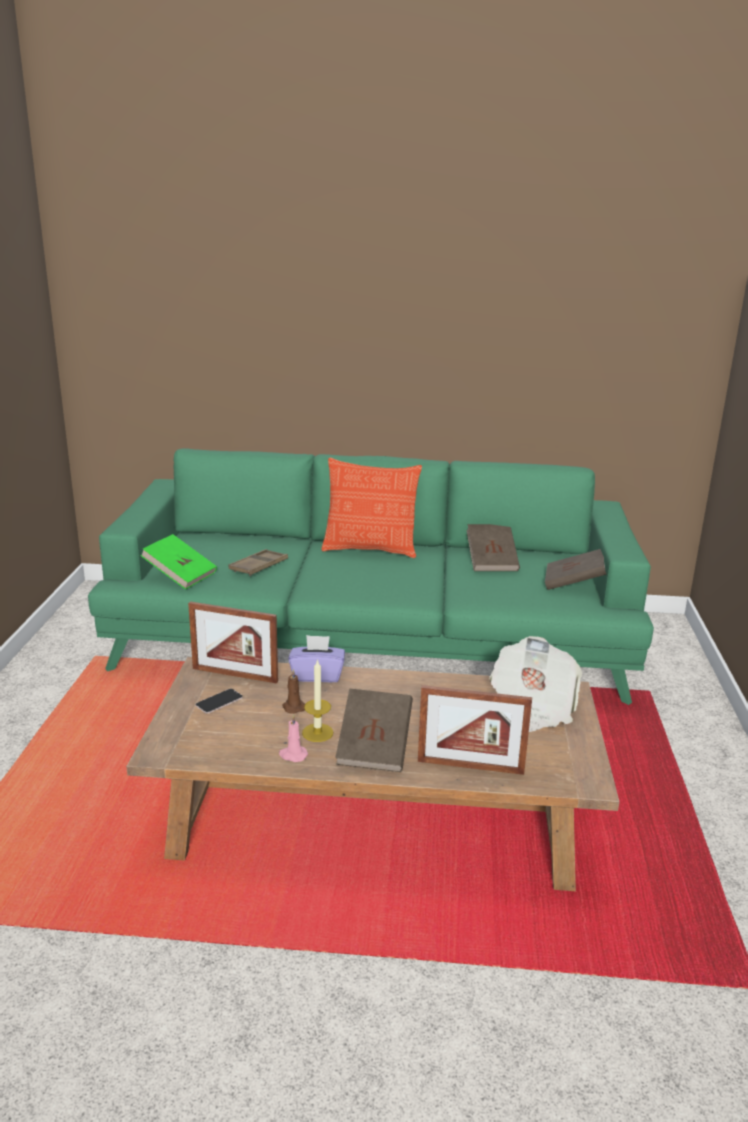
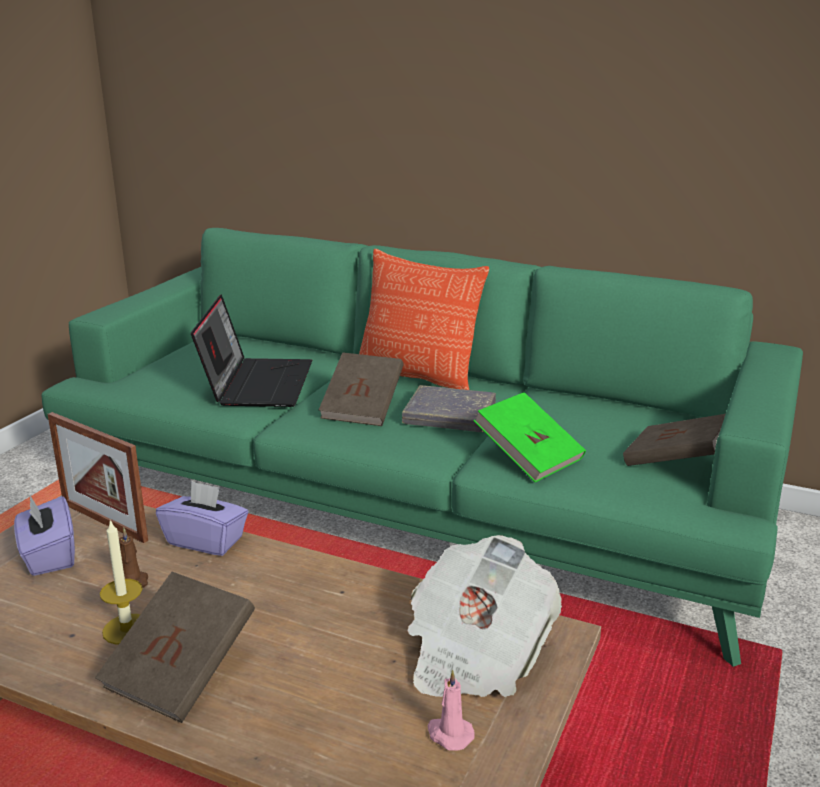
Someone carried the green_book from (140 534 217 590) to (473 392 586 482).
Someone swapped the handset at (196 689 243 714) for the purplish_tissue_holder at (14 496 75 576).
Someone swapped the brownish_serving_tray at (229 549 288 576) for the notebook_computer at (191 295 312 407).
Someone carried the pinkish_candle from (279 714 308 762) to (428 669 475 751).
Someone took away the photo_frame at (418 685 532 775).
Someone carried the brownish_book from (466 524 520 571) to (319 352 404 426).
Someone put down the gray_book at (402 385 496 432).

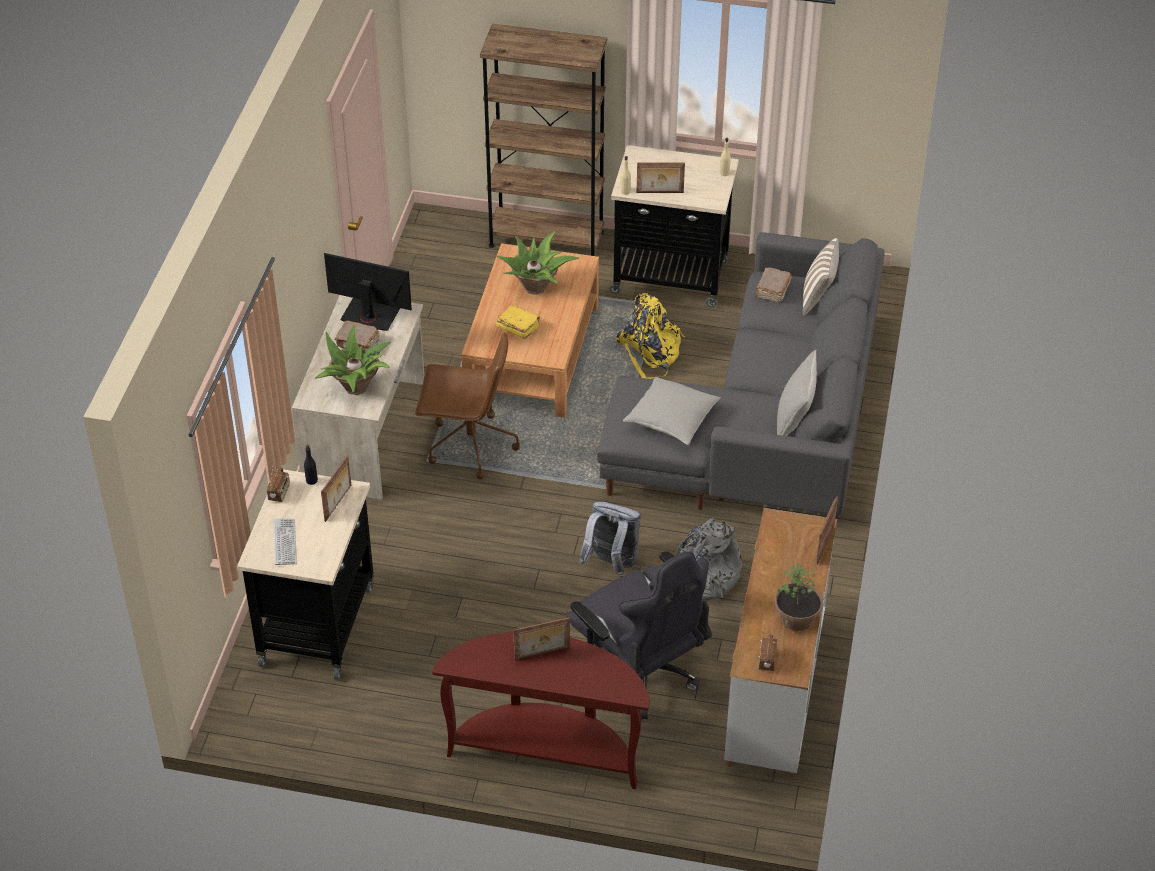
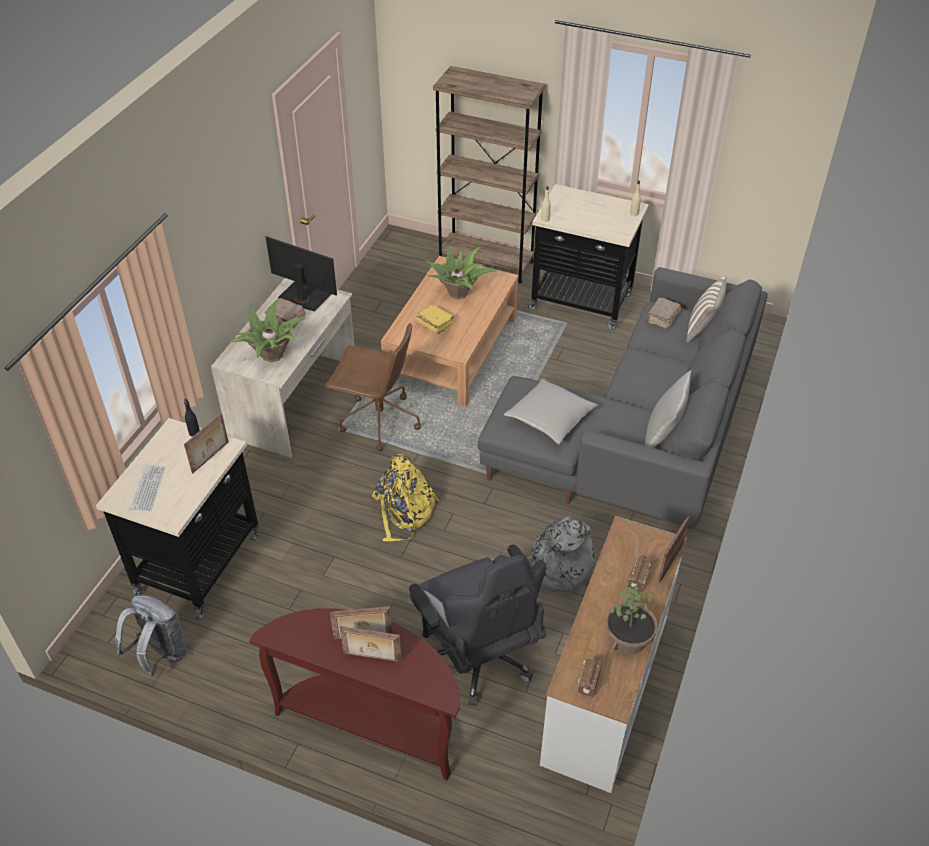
Someone carried the radio from (267 467 290 502) to (627 555 651 592).
Someone carried the gray_knapsack from (579 502 641 578) to (115 595 187 677).
Someone carried the yellow-coloured_knapsack from (615 293 685 379) to (371 454 439 541).
Someone carried the photo_frame from (636 162 685 193) to (340 626 402 663).

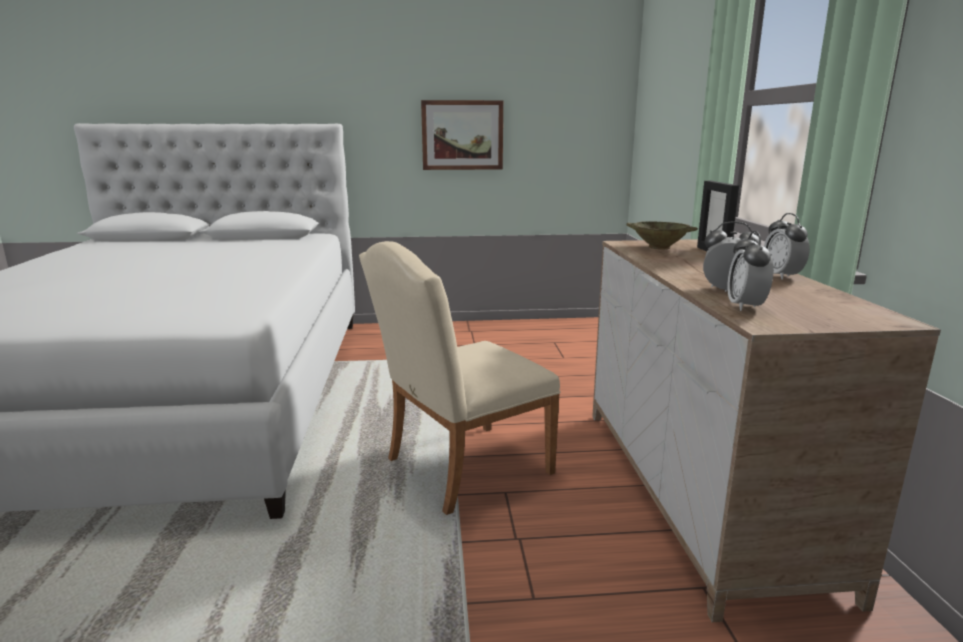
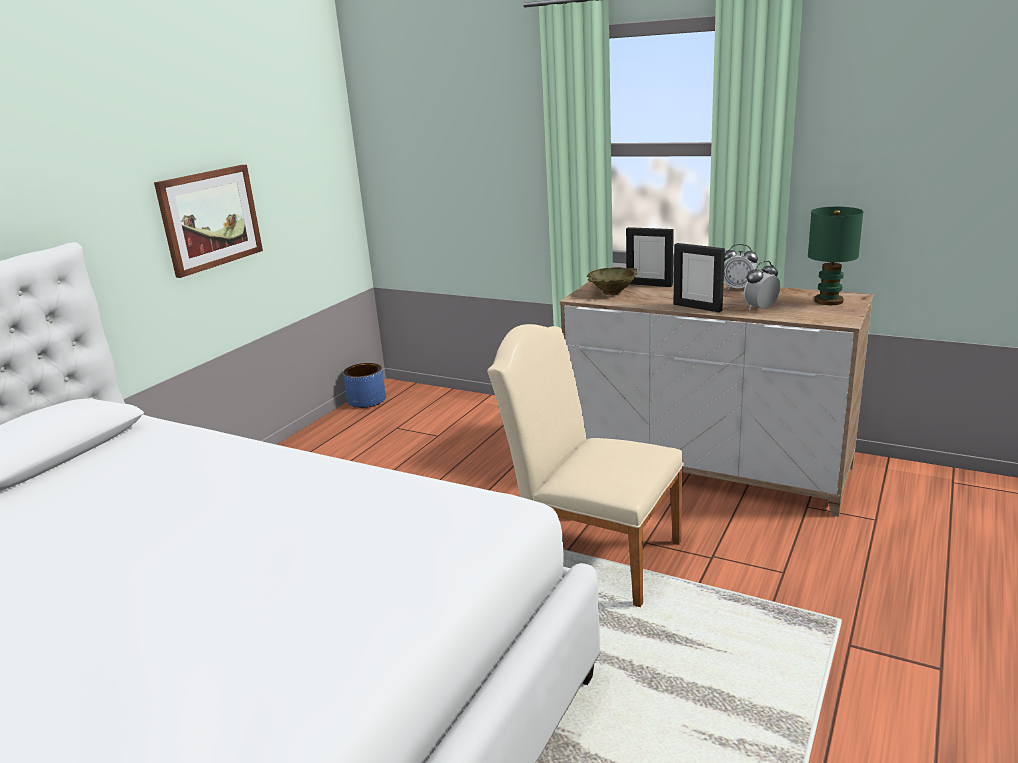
Someone rotated the beige_upright_chair at (359 241 561 515) by 120 degrees clockwise.
Someone took away the bedside_clock at (727 231 774 311).
Someone put down the blue_plant_pot at (343 363 386 408).
Someone put down the photo_frame at (673 243 725 312).
Someone put down the green_table_lamp at (808 207 863 305).

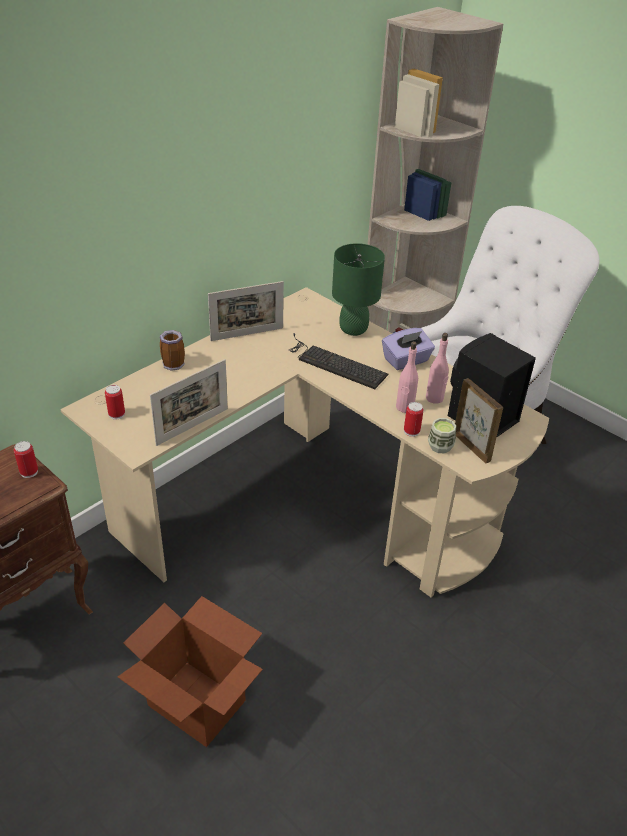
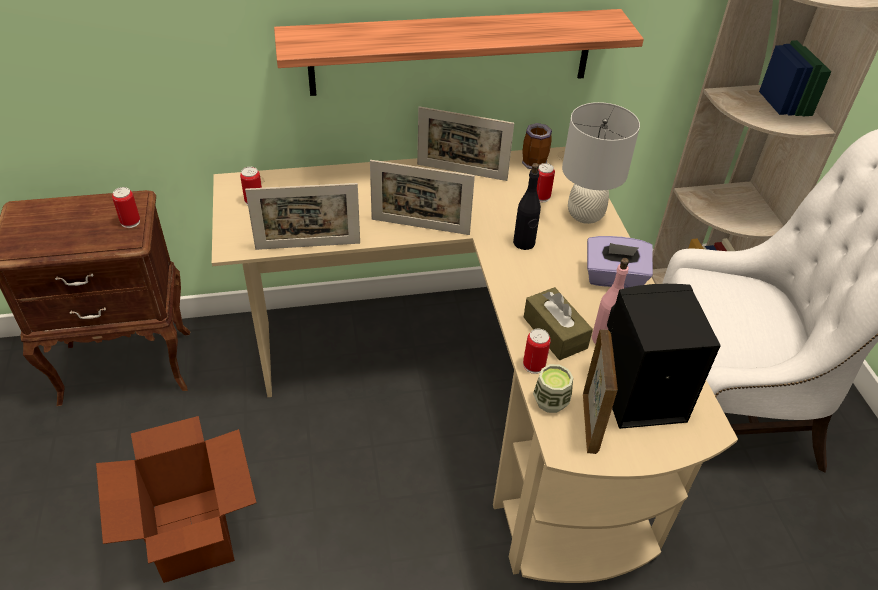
Someone carried the mug from (160 330 185 371) to (522 123 552 169).
Someone swapped the PC_keyboard at (288 333 388 389) for the black-coloured_beverage_bottle at (513 163 541 250).
Someone repainted the green_table_lamp at (332 243 385 336), which became the gray_table_lamp at (562 102 640 224).
Someone swapped the pinkish_beverage_bottle at (396 341 418 413) for the brownish_tissue_holder at (524 287 593 360).
Someone put up the bracket_shelf at (274 9 644 96).
Someone put down the photo_frame at (370 160 475 235).
Someone put down the metal_can at (537 163 555 202).

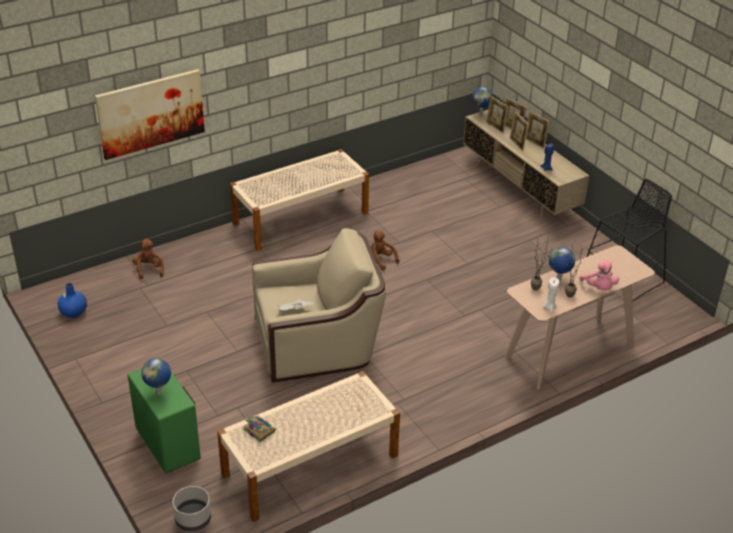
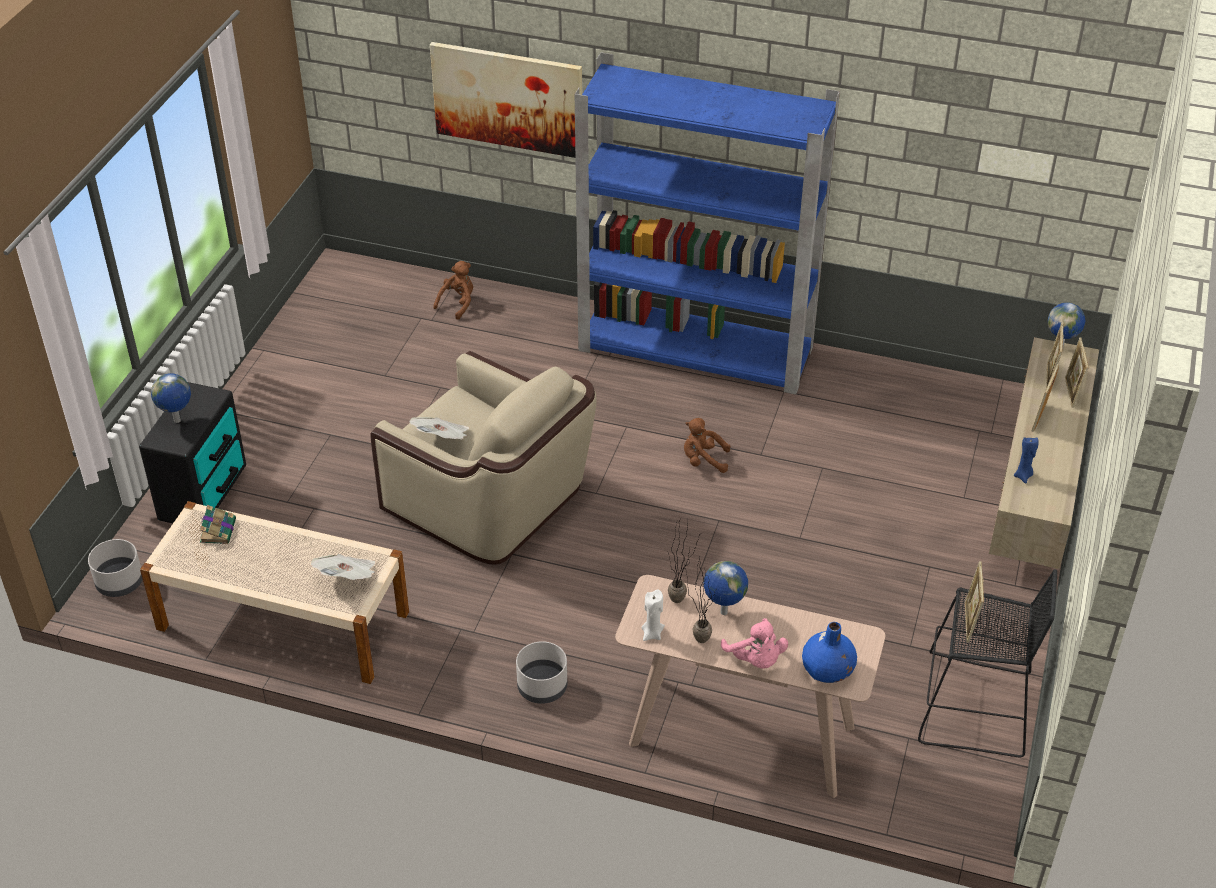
Someone carried the blue_decorative_vase from (58 283 87 318) to (802 622 857 683).
Someone repainted the green_bedside_table at (128 368 201 474), which became the black-coloured_bedside_table at (139 382 246 523).
Someone swapped the beige_long_seat at (230 149 369 251) for the blue_bookshelf at (575 52 840 395).
Someone rotated the brownish_cuddly_toy at (371 231 400 271) by 90 degrees counterclockwise.
Someone carried the photo_frame from (526 111 550 149) to (964 561 984 643).
Someone rotated the pinkish_cuddly_toy at (580 260 619 290) by 60 degrees counterclockwise.
Someone put down the daily_paper at (311 554 376 580).
Someone put down the gray_plant_pot at (516 641 567 704).

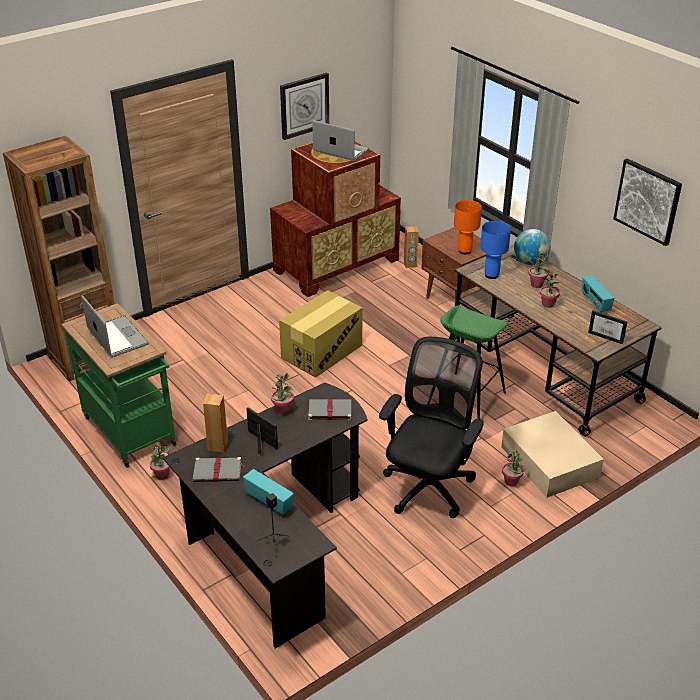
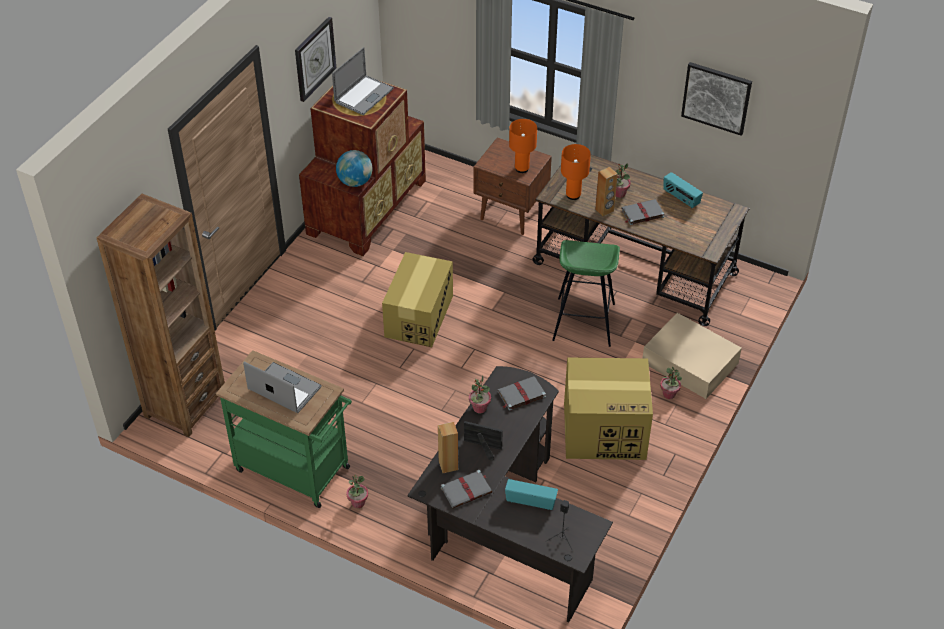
Someone rotated the notebook_computer at (312 120 370 161) by 120 degrees clockwise.
Someone swapped the black-coloured_desk_chair at (379 337 484 518) for the cardboard_box at (564 357 653 460).
Someone carried the brownish_speaker from (404 226 419 268) to (595 167 618 217).
Someone repainted the blue_table_lamp at (480 221 511 279), which became the orangey_table_lamp at (561 144 591 200).
Someone carried the desk_globe from (514 229 551 265) to (336 150 373 187).
Someone swapped the houseplant at (540 269 560 308) for the gray_book at (621 199 665 225).
Someone took away the photo_frame at (588 310 628 344).

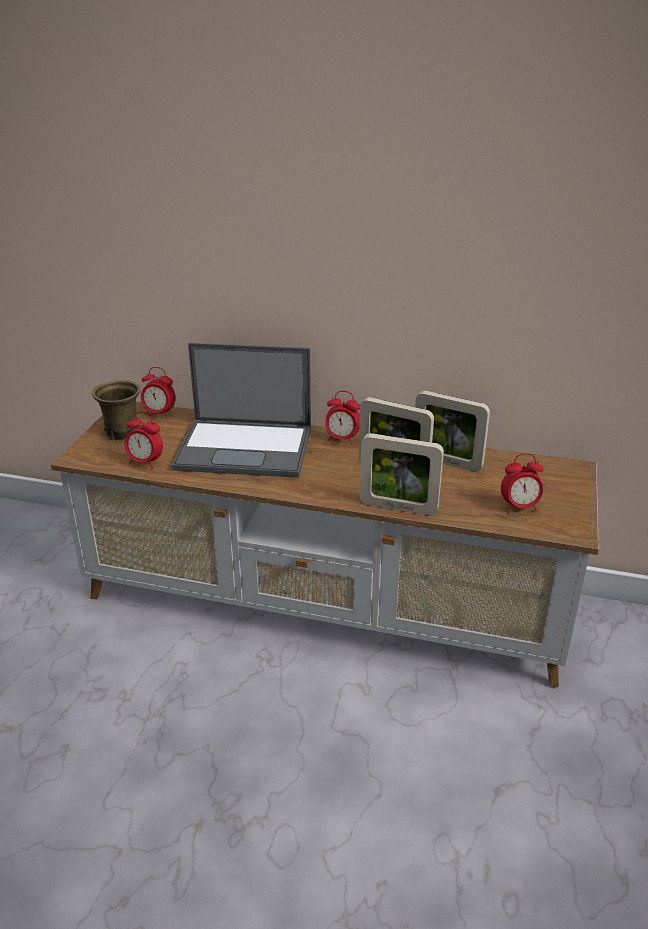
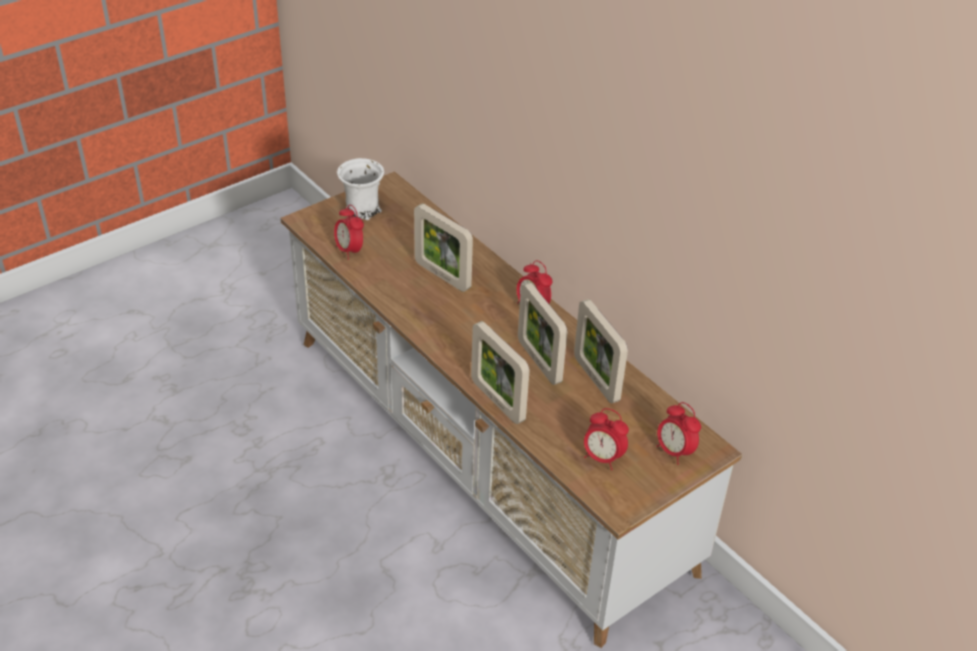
Someone repainted the brownish_mug at (92 380 140 440), which became the whitish_mug at (337 158 384 220).
Someone carried the bedside_clock from (141 367 176 419) to (657 402 701 465).
Someone swapped the notebook_computer at (172 343 311 478) for the photo_frame at (414 204 473 292).

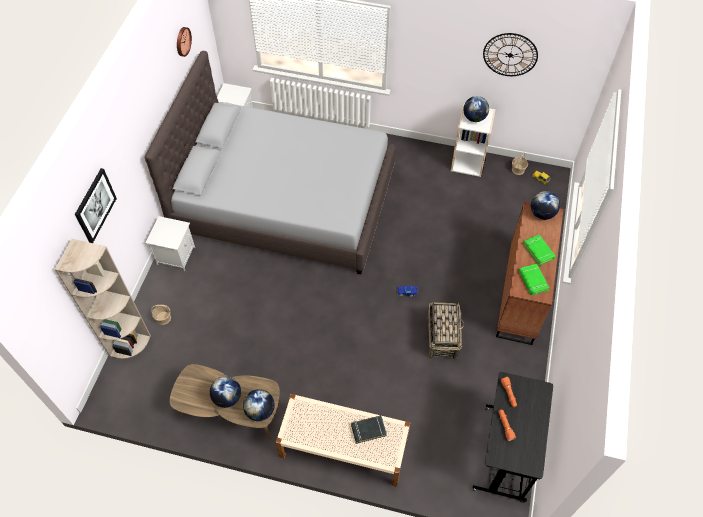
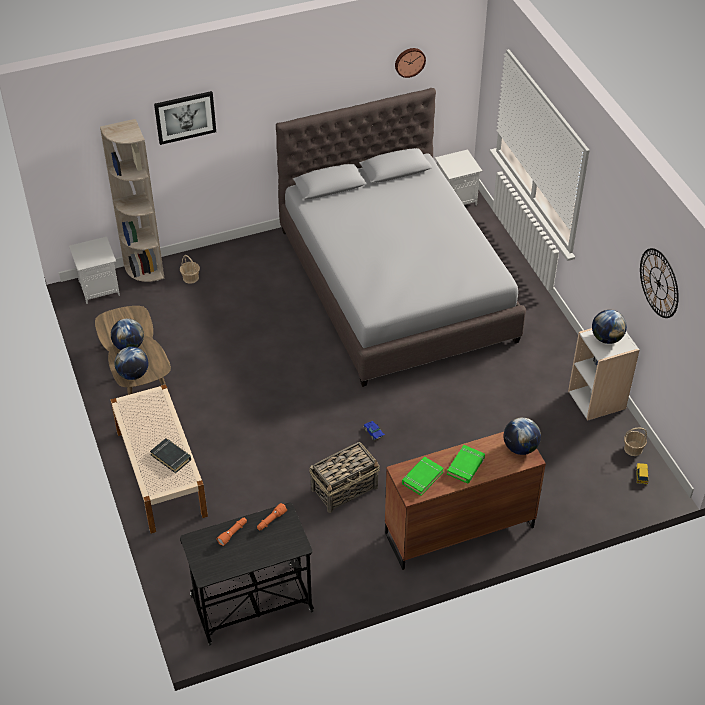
Someone carried the gray_bedside_table from (146 216 195 271) to (69 237 120 304).

